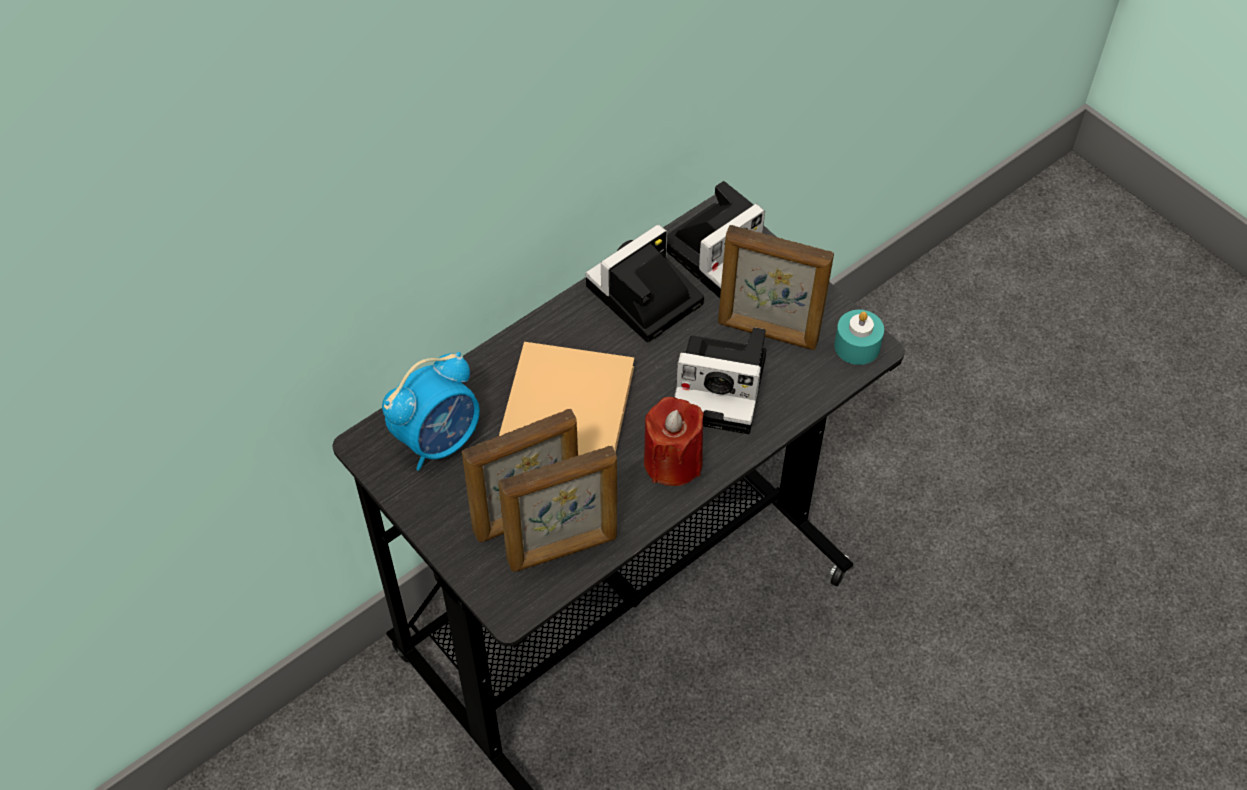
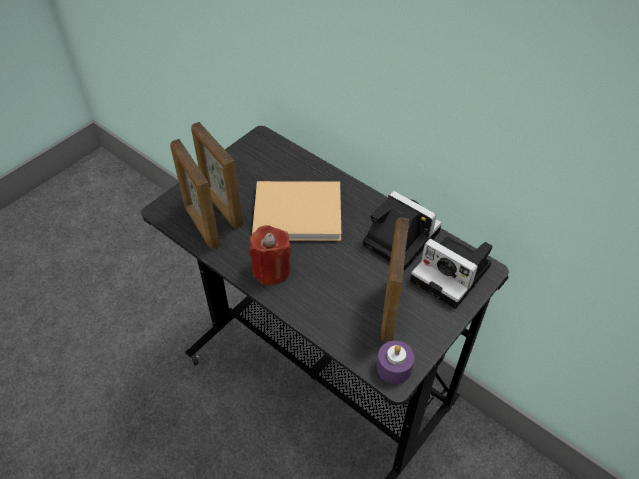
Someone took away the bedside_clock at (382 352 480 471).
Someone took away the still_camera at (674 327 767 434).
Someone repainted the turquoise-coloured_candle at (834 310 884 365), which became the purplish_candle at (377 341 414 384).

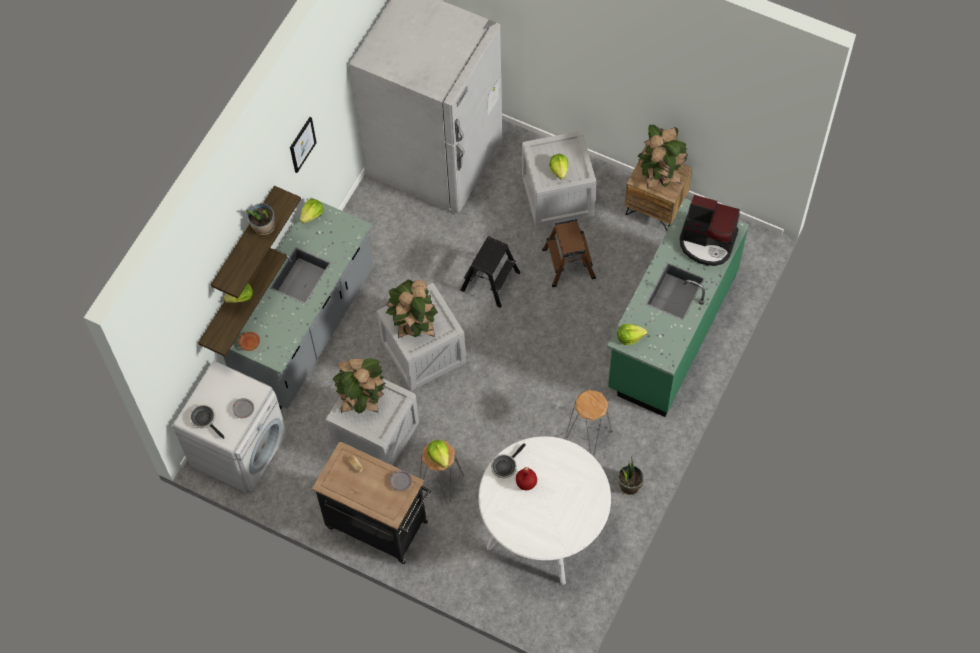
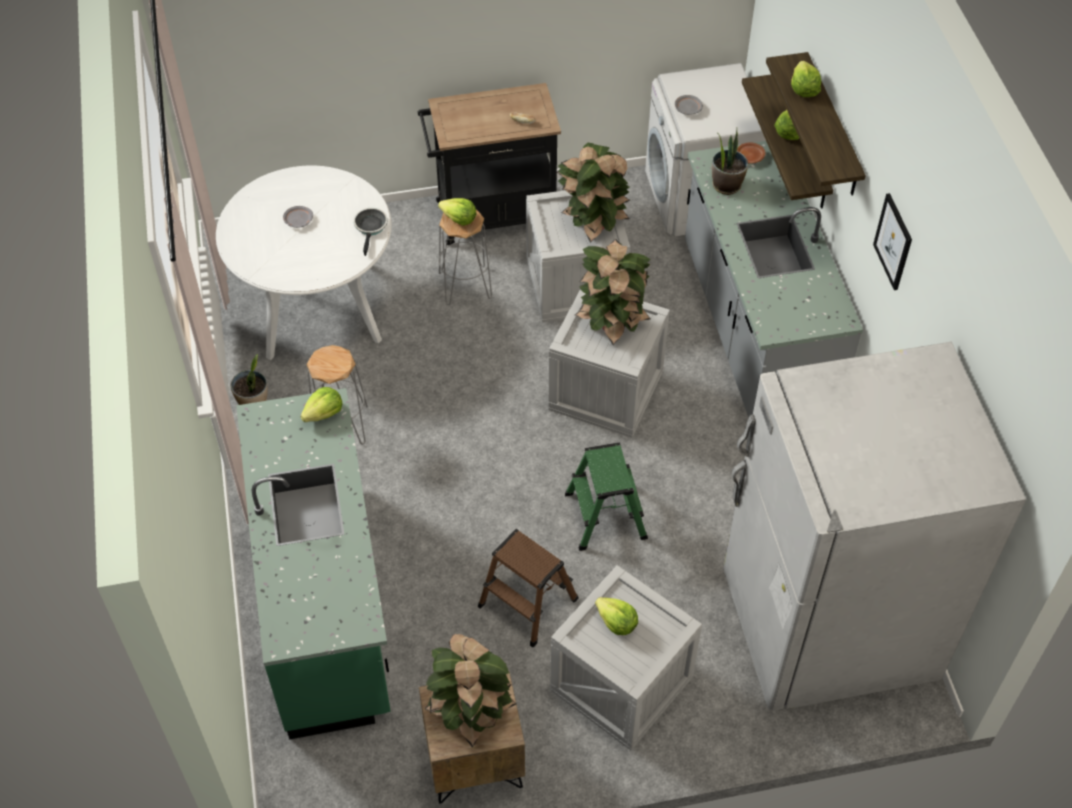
Someone took away the frying_pan at (190 405 224 439).
Someone carried the houseplant from (246 203 275 235) to (712 128 748 195).
Someone carried the lettuce_head from (300 199 323 224) to (791 61 821 97).
Someone carried the gray_dinner_plate from (389 471 412 491) to (283 206 313 228).
Someone repainted the black-coloured_stepladder at (460 236 520 308), which became the green_stepladder at (565 442 648 551).
Someone took away the red-coloured_beverage_bottle at (516 467 537 490).
Someone took away the coffee_machine at (680 195 740 266).

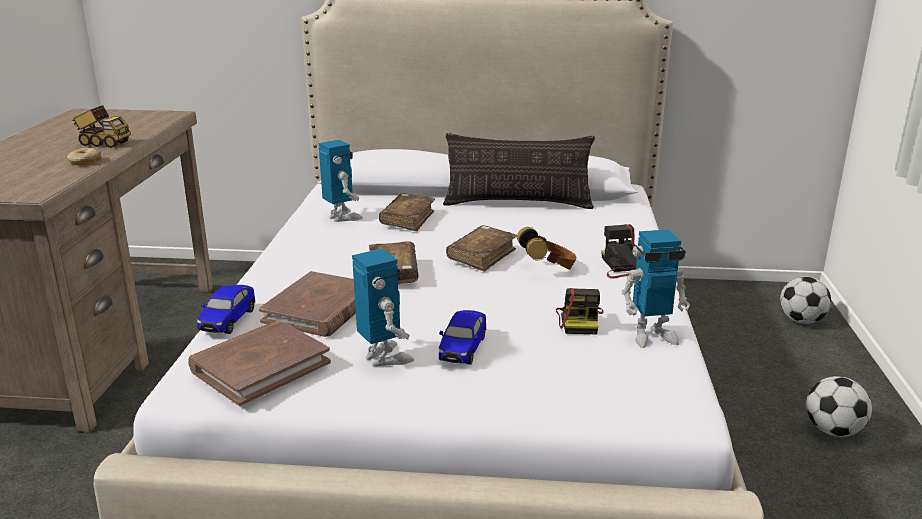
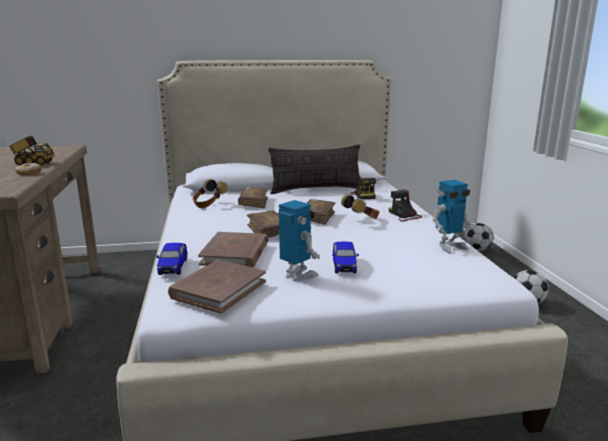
Someone swapped the model_robot at (318 140 363 222) for the headset at (193 179 228 208).
Someone carried the still_camera from (556 288 604 334) to (351 178 376 200).

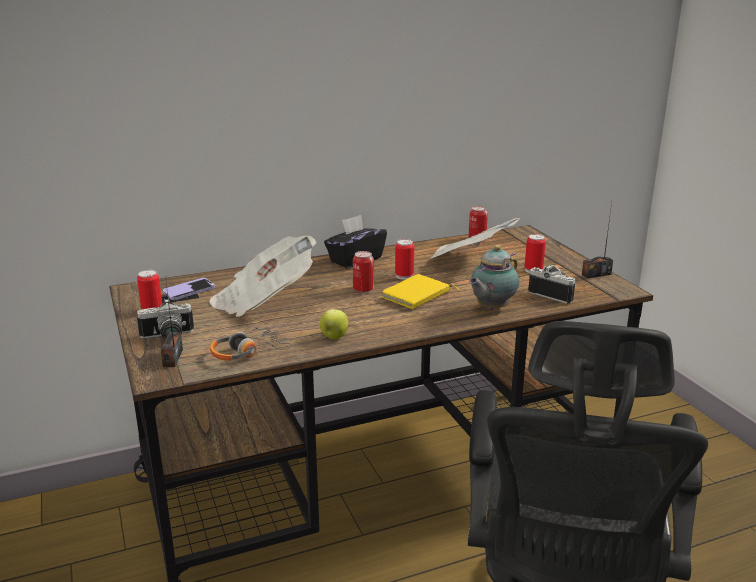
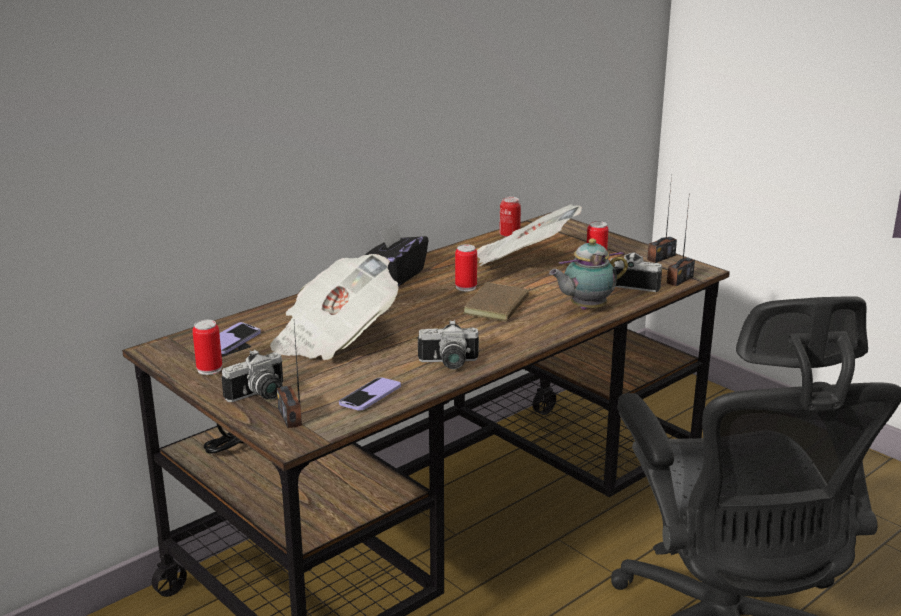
Someone swapped the headset at (210 326 292 361) for the handset at (339 377 401 411).
Someone swapped the apple_fruit at (320 309 349 339) for the still_camera at (418 320 479 369).
Someone took away the metal_can at (353 251 374 293).
Someone repainted the yellow-coloured_book at (382 274 460 309), which became the brownish_book at (463 282 543 322).
Someone rotated the tea_pot at (469 245 519 310) by 45 degrees clockwise.
Someone put down the radio at (667 201 695 286).

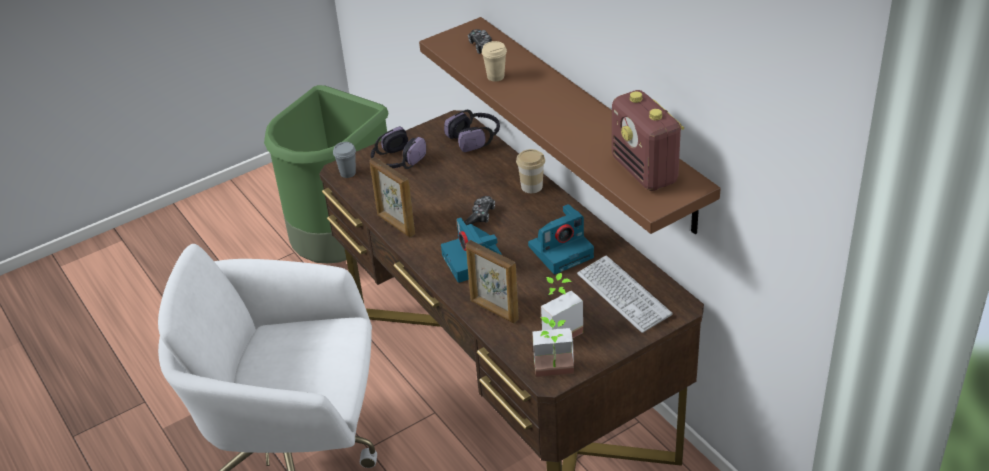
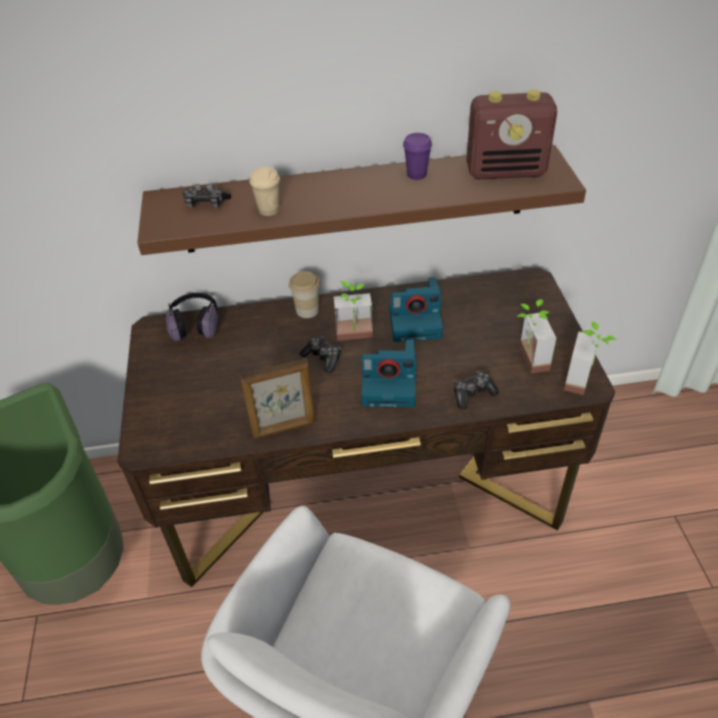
Someone took away the gray_drinking_cup at (333 142 356 178).
Someone took away the headset at (371 126 426 169).
Someone swapped the photo_frame at (466 240 519 323) for the game_controller at (454 371 499 409).
Someone rotated the still_camera at (528 204 594 274) by 90 degrees clockwise.
Someone took away the PC_keyboard at (577 255 672 333).
Someone put down the houseplant at (334 281 373 341).
Someone put down the purplish_drinking_cup at (403 133 432 180).

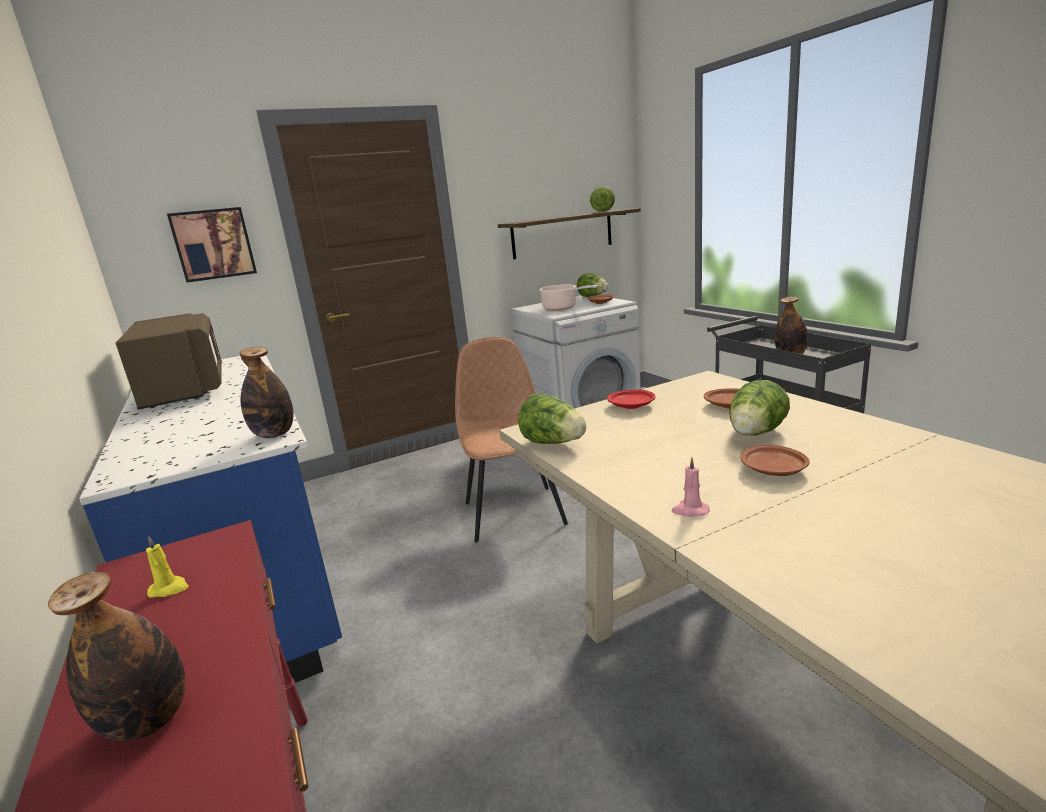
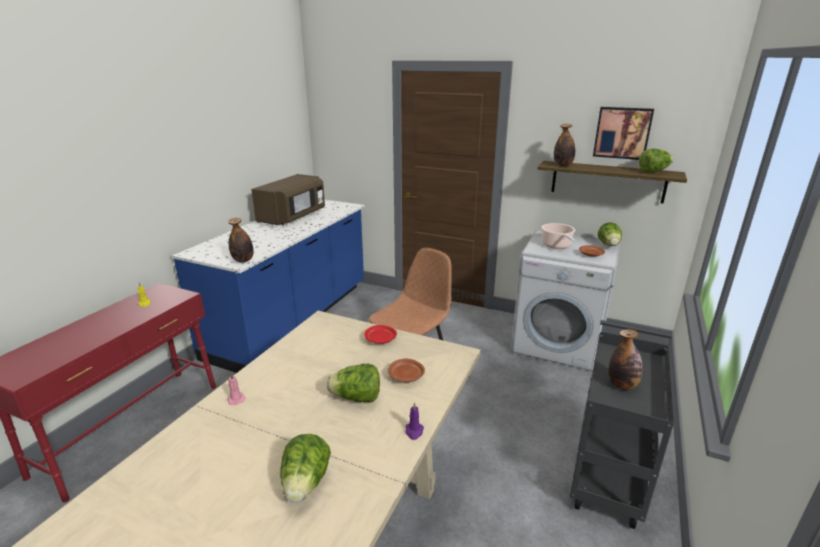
Someone carried the beverage_bottle from (48 572 186 741) to (554 124 575 166).
Someone carried the picture from (167 207 257 282) to (593 107 654 160).
Someone carried the lettuce_head from (518 394 586 444) to (280 434 331 503).
Someone took away the brownish_dinner_plate at (740 445 810 476).
Someone put down the purplish_candle at (405 402 424 440).

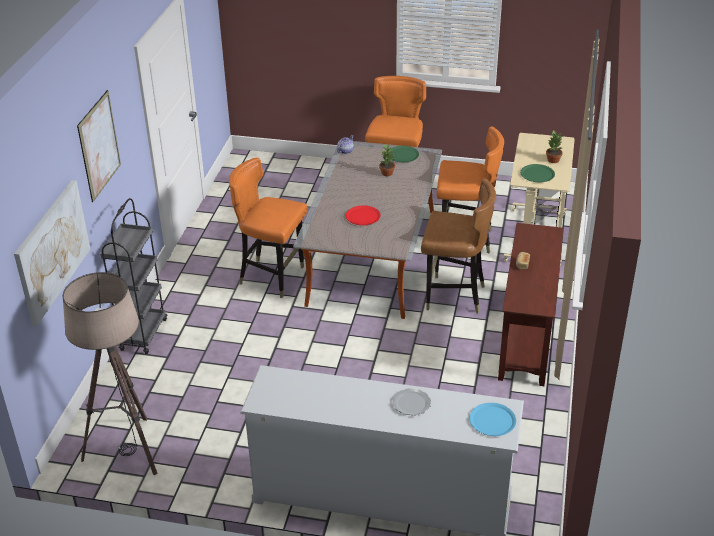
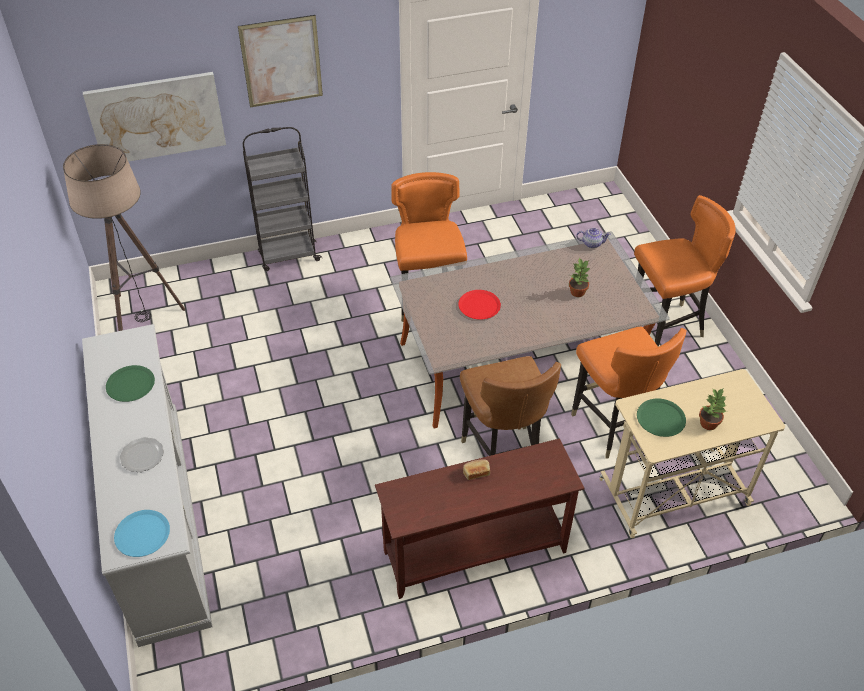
Someone carried the green_dinner_plate from (391 146 419 162) to (106 365 155 402).

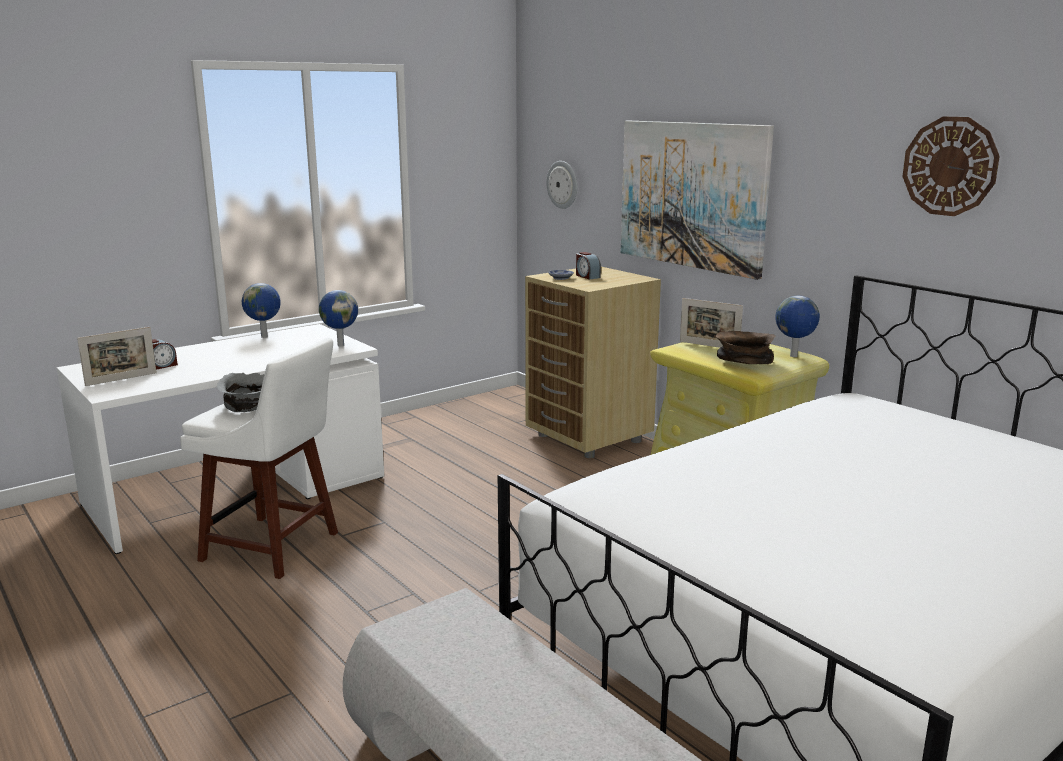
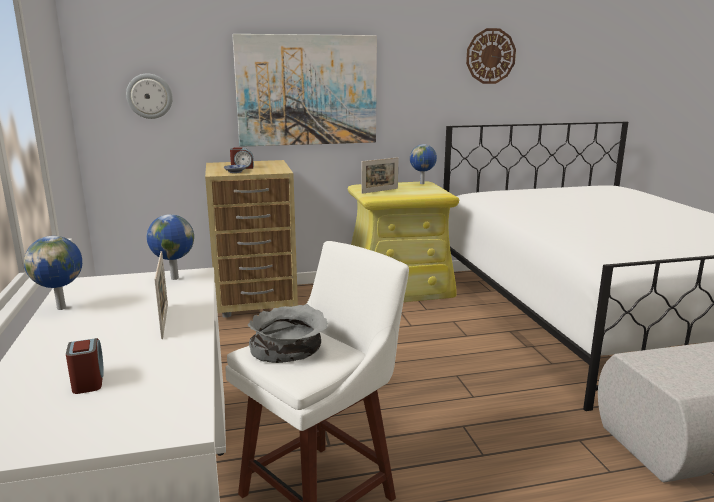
Someone carried the photo_frame from (77 327 157 386) to (154 251 168 339).
Someone took away the brownish_deep_dish at (714 331 776 364).

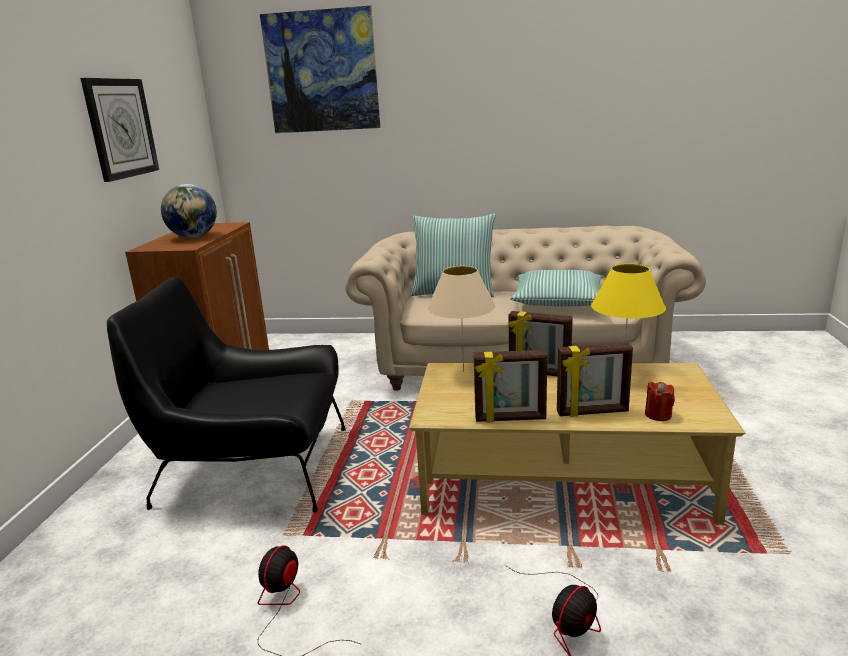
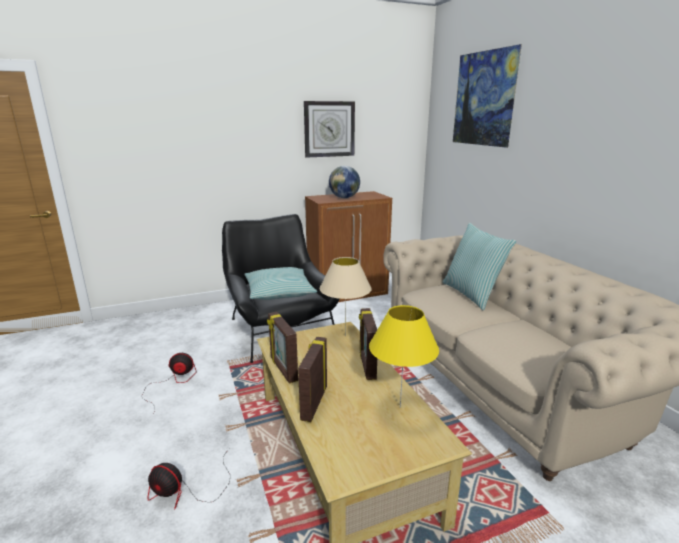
Someone carried the cushion from (510 270 602 306) to (245 267 317 300).
Someone rotated the photo_frame at (557 342 633 417) by 45 degrees clockwise.
Someone took away the red-coloured_candle at (645 382 675 421).

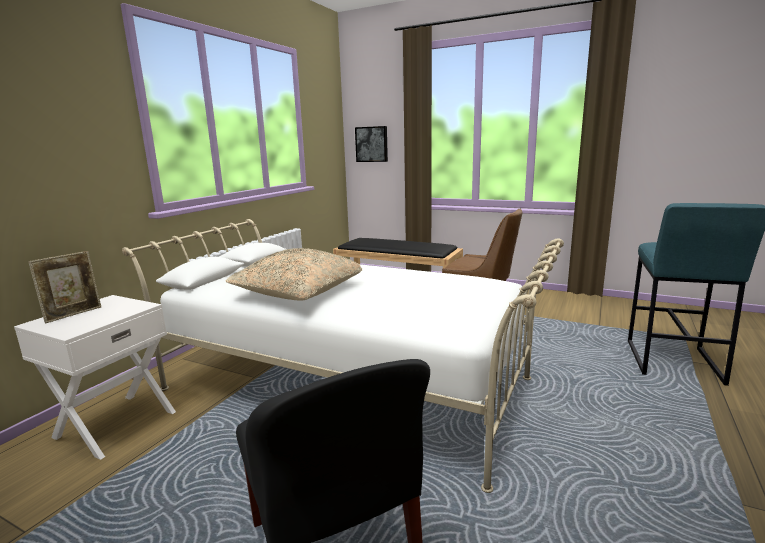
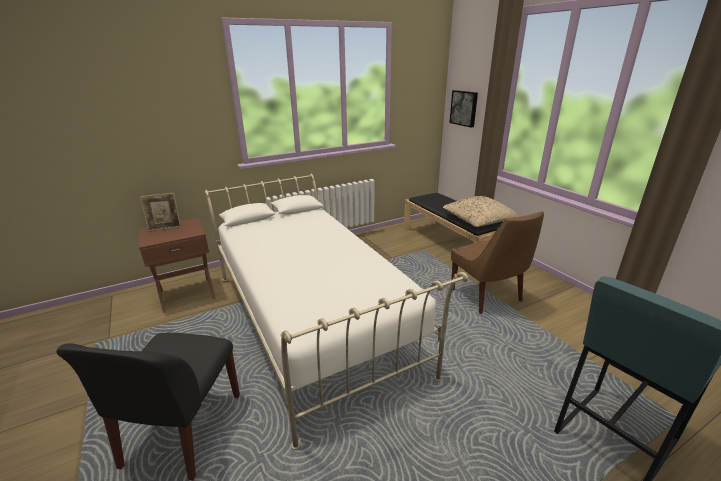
Someone repainted the whitish_bedside_table at (14 295 176 460), which became the brownish_bedside_table at (138 218 216 313).
Someone carried the beige_cushion from (225 248 363 301) to (443 196 517 227).

